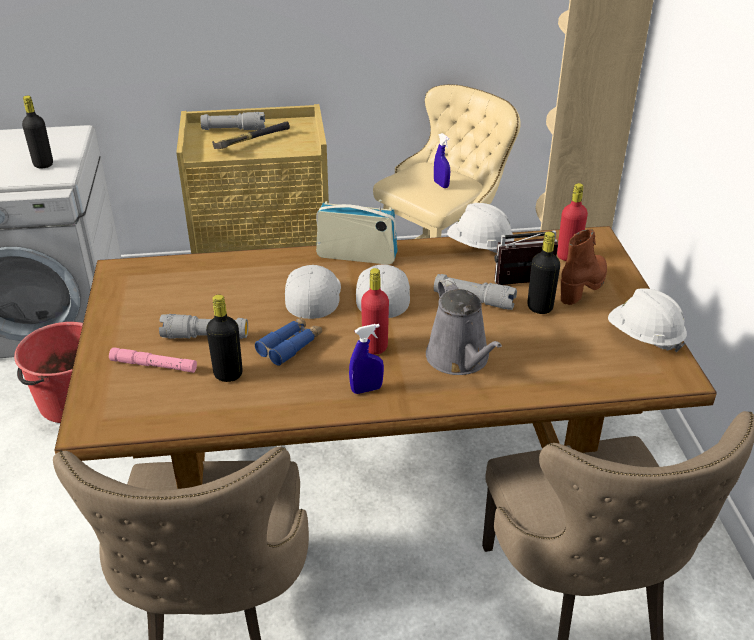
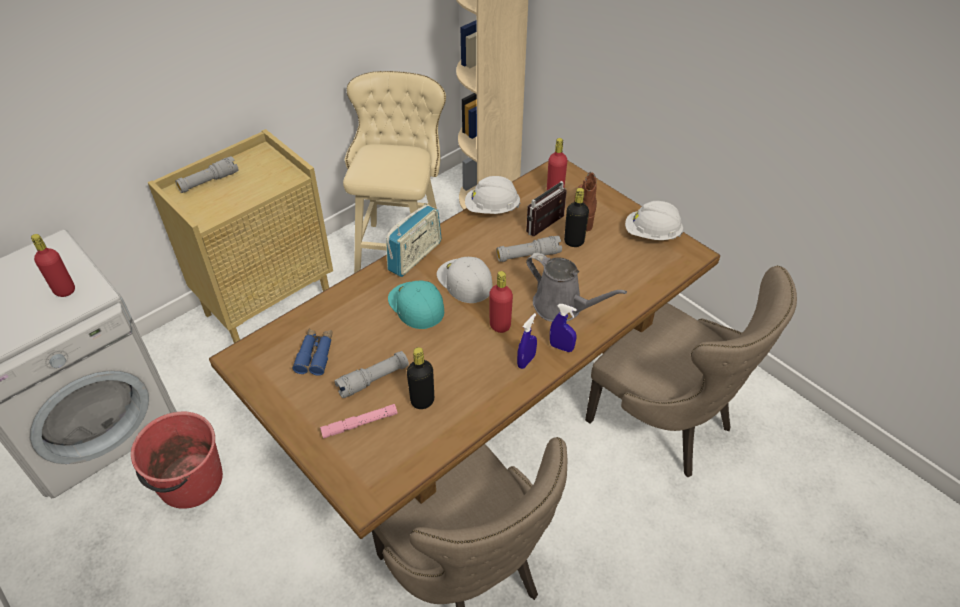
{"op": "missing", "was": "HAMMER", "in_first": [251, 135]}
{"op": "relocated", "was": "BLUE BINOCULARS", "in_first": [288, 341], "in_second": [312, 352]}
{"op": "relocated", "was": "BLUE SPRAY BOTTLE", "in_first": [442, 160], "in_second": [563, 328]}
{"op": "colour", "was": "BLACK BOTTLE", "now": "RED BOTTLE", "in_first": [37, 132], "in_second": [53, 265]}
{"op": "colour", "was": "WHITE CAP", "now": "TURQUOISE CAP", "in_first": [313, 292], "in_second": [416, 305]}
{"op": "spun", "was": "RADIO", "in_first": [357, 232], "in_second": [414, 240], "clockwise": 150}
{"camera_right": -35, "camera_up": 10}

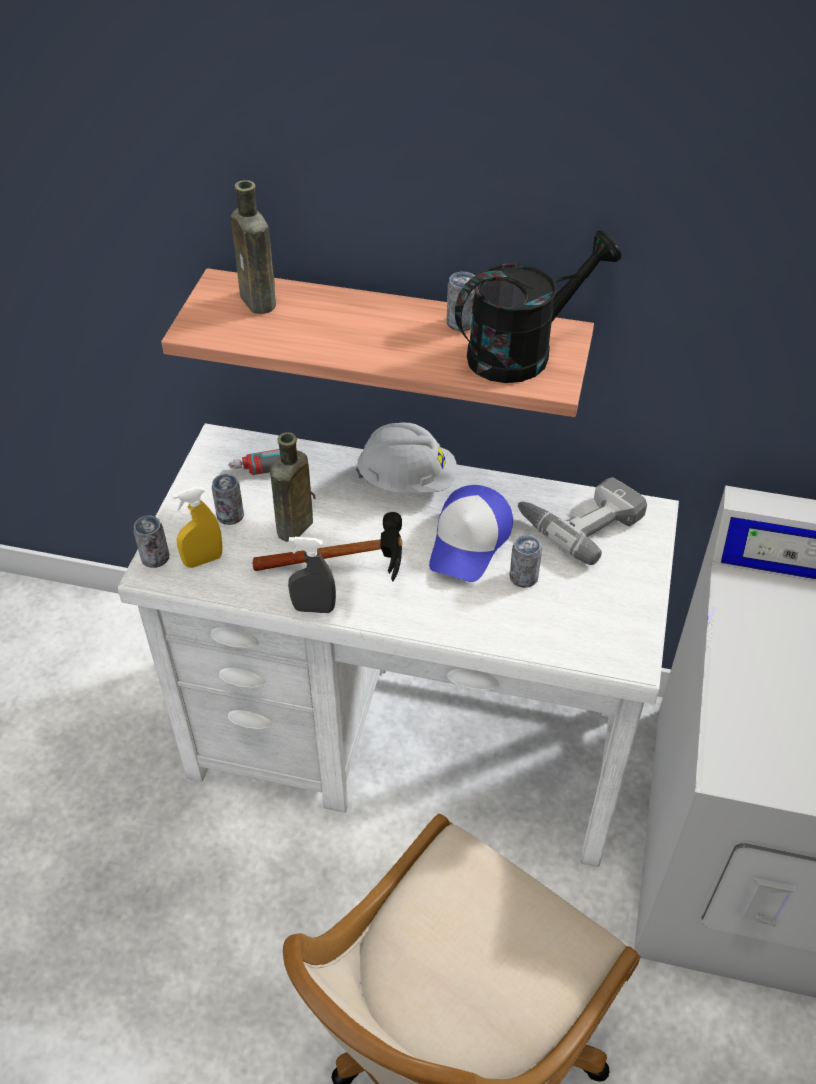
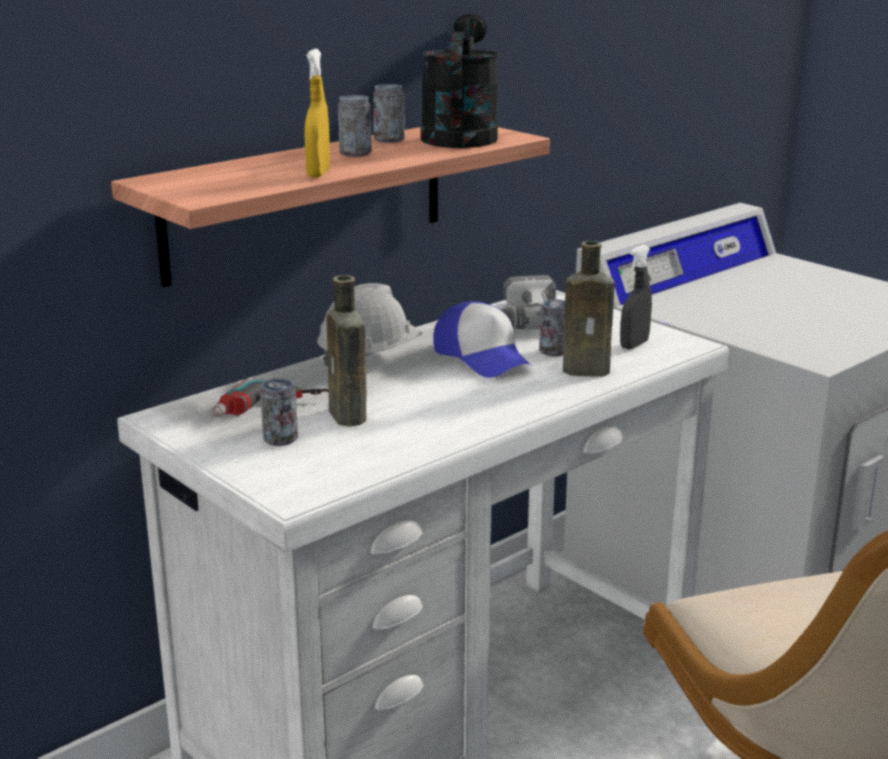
{"op": "missing", "was": "HAMMER", "in_first": [327, 547]}
{"op": "relocated", "was": "CAN", "in_first": [151, 542], "in_second": [355, 126]}
{"op": "relocated", "was": "YELLOW SPRAY BOTTLE", "in_first": [197, 527], "in_second": [317, 113]}
{"op": "relocated", "was": "BROWN BOTTLE", "in_first": [253, 247], "in_second": [589, 309]}
{"op": "relocated", "was": "GREY SPRAY BOTTLE", "in_first": [312, 575], "in_second": [636, 297]}
{"camera_right": -55, "camera_up": -25}

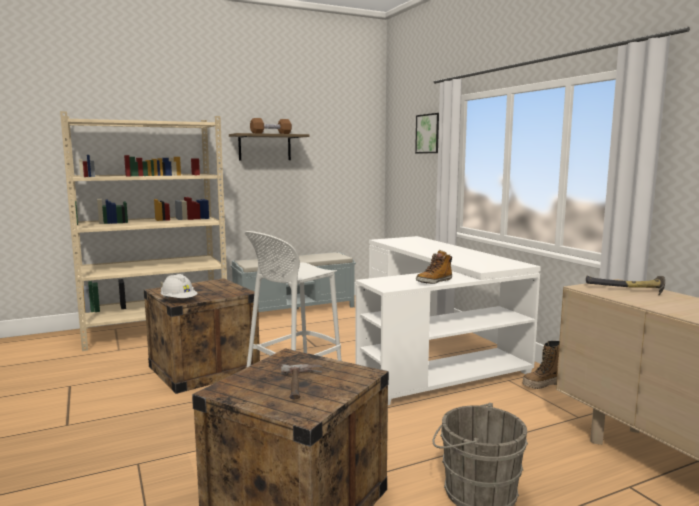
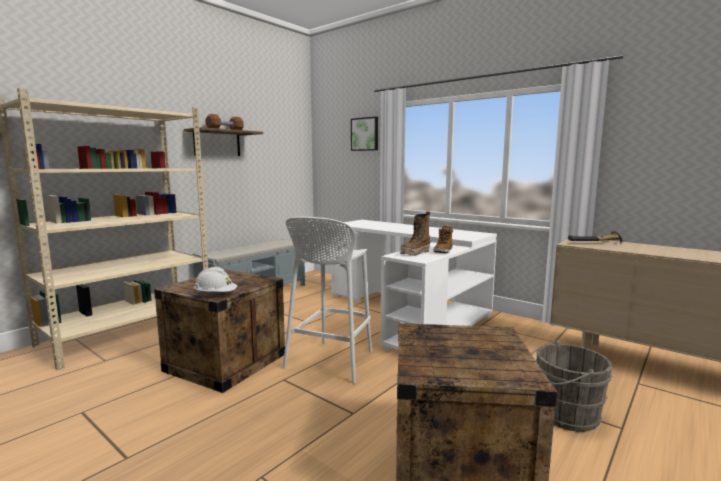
{"op": "missing", "was": "HAMMER", "in_first": [301, 381]}
{"op": "relocated", "was": "BOOT", "in_first": [541, 365], "in_second": [415, 233]}
{"camera_right": -25, "camera_up": 0}

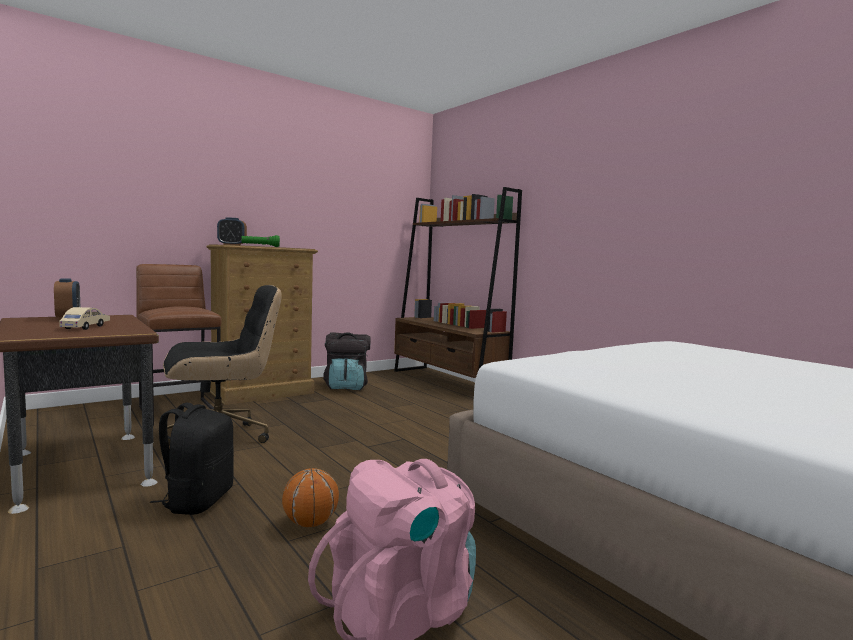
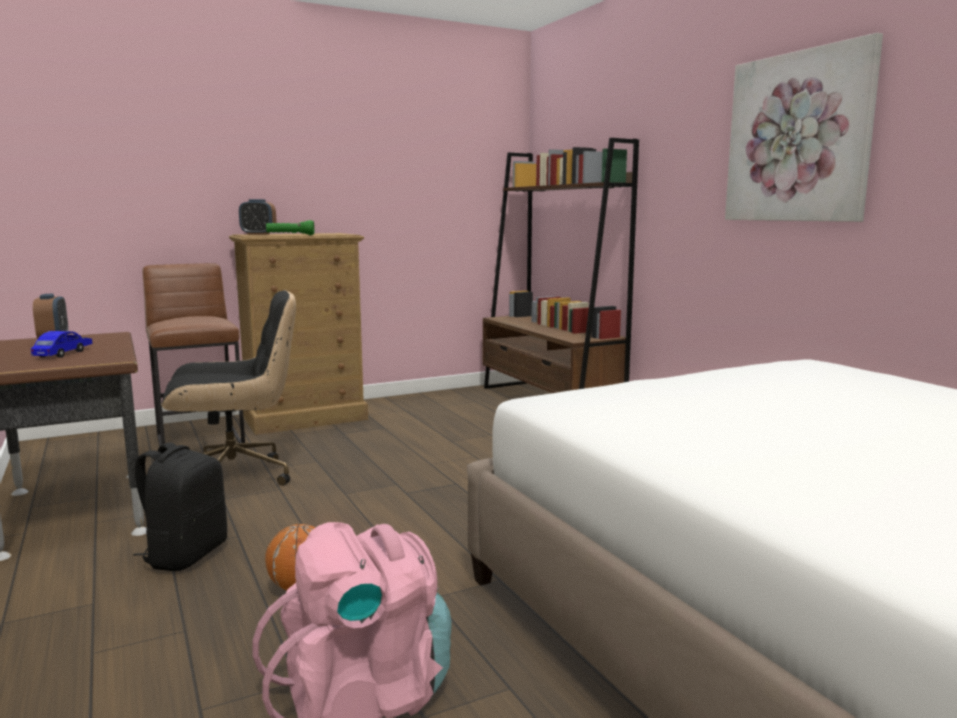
{"op": "missing", "was": "BLACK BACKPACK", "in_first": [347, 361]}
{"op": "appeared", "now": "PICTURE", "in_second": [804, 127]}
{"op": "colour", "was": "BEIGE TOY CAR", "now": "BLUE TOY CAR", "in_first": [84, 318], "in_second": [62, 344]}
{"camera_right": 10, "camera_up": 5}

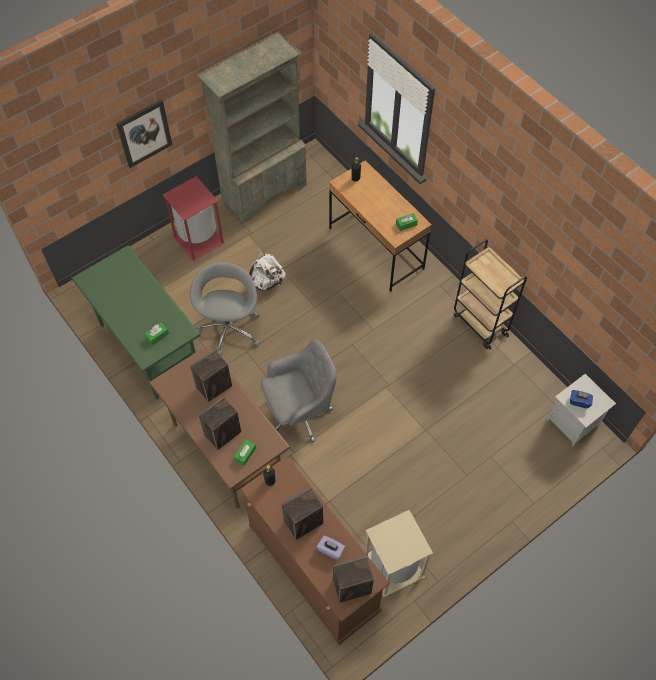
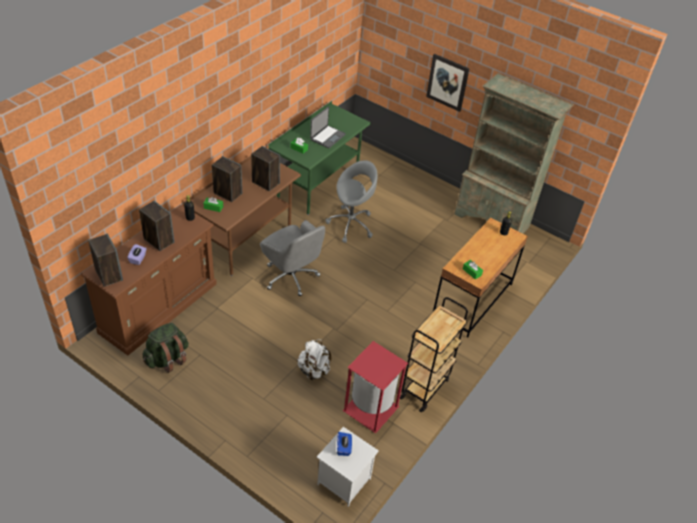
{"op": "appeared", "now": "LAPTOP", "in_second": [328, 128]}
{"op": "relocated", "was": "RED TRASH CAN", "in_first": [194, 218], "in_second": [375, 387]}
{"op": "relocated", "was": "WHITE BACKPACK", "in_first": [267, 271], "in_second": [314, 359]}
{"op": "exchanged", "was": "BEIGE TRASH CAN", "now": "GREEN BACKPACK", "in_first": [399, 553], "in_second": [166, 348]}
{"camera_right": 70, "camera_up": -15}

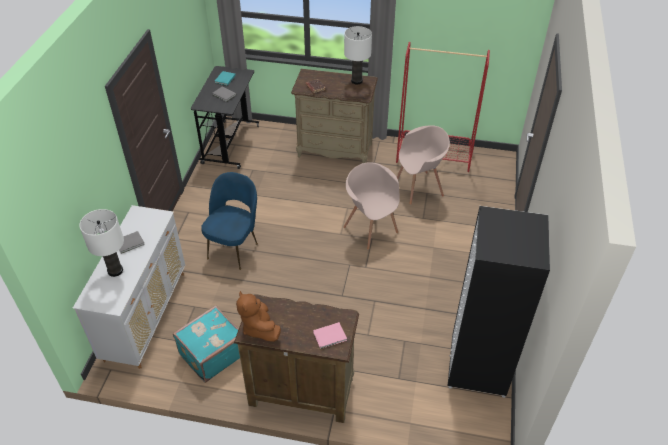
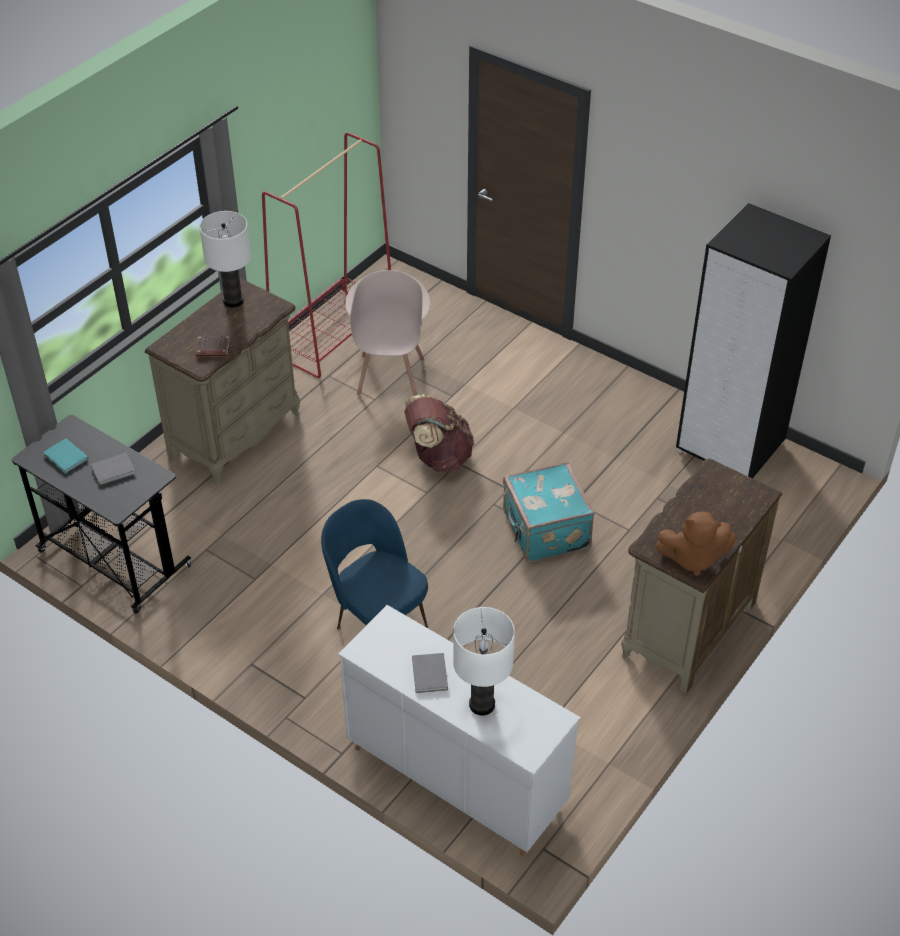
{"op": "missing", "was": "PINK BOOK", "in_first": [330, 335]}
{"op": "relocated", "was": "TURQUOISE SUITCASE", "in_first": [206, 344], "in_second": [548, 512]}
{"op": "exchanged", "was": "BEIGE CHAIR", "now": "BROWN BACKPACK", "in_first": [371, 206], "in_second": [439, 433]}
{"camera_right": -65, "camera_up": 0}

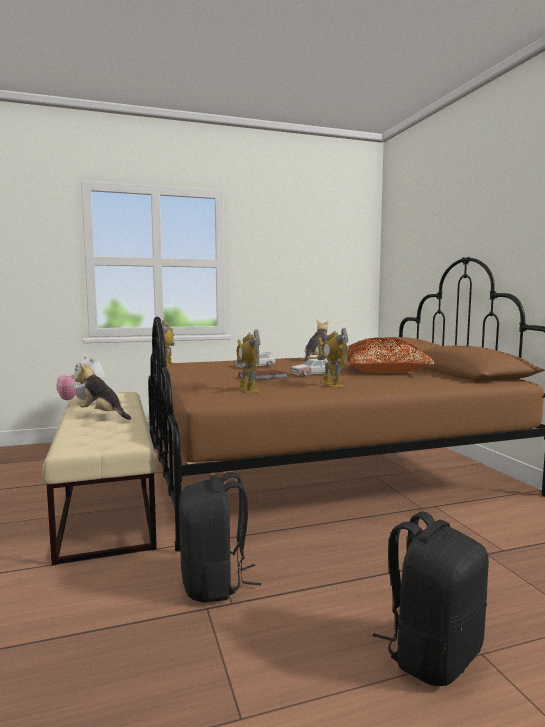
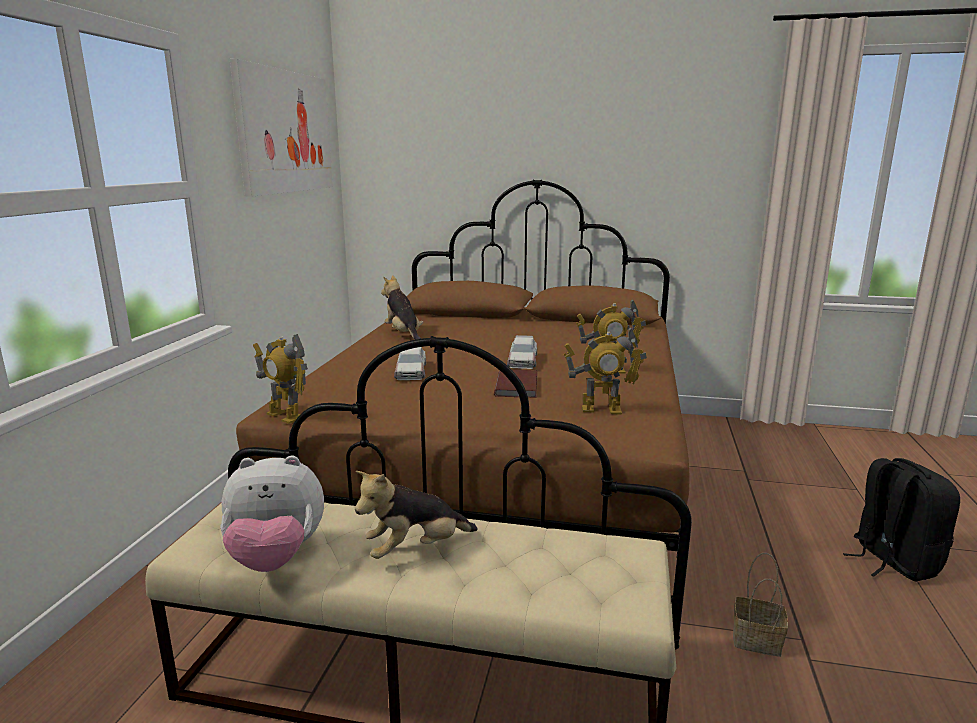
{"op": "missing", "was": "ORANGE PILLOW", "in_first": [391, 355]}
{"op": "appeared", "now": "PICTURE", "in_second": [281, 128]}
{"op": "exchanged", "was": "BLACK BACKPACK", "now": "BASKET", "in_first": [220, 537], "in_second": [760, 605]}
{"camera_right": -60, "camera_up": 10}

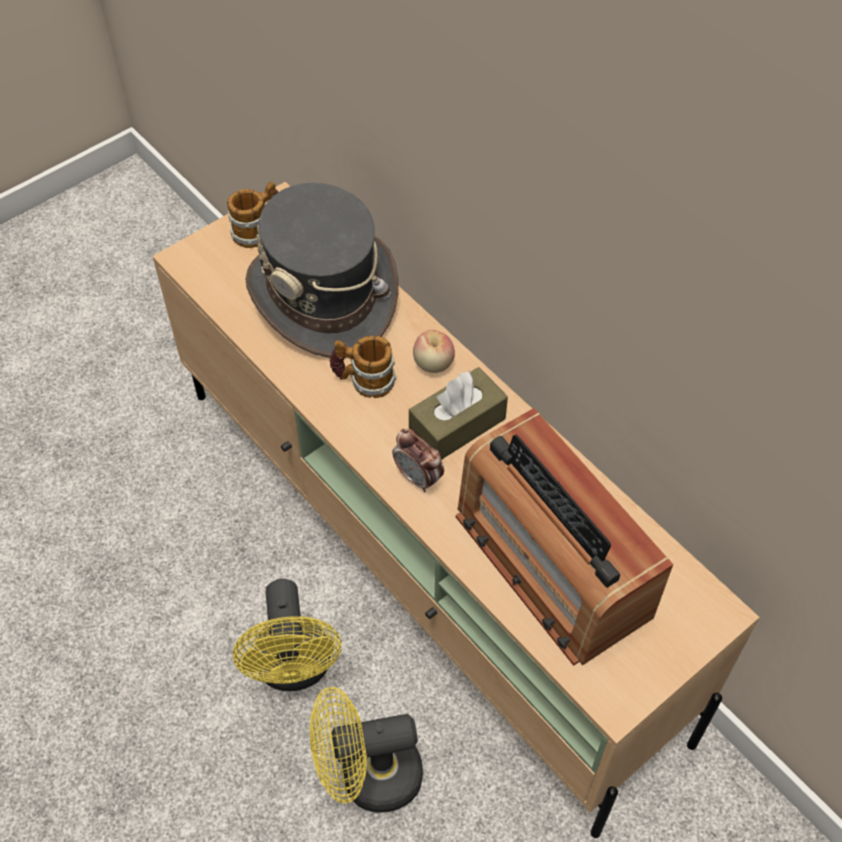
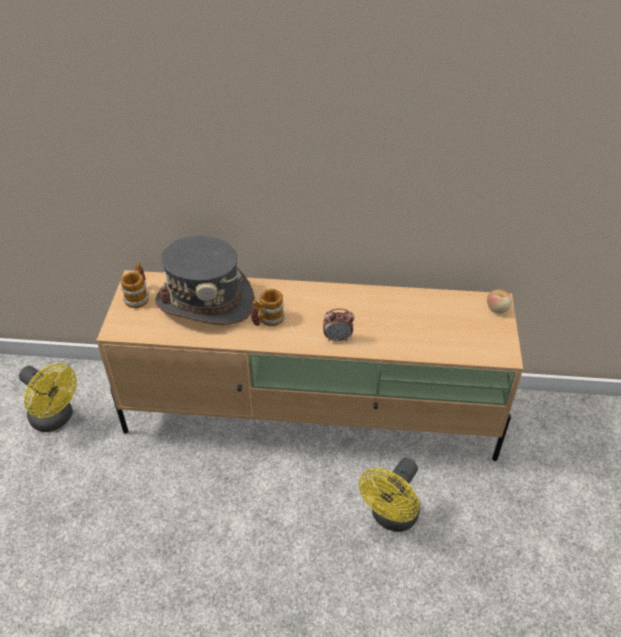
{"op": "missing", "was": "BROWN TISSUE BOX", "in_first": [458, 413]}
{"op": "missing", "was": "RADIO", "in_first": [564, 537]}
{"op": "relocated", "was": "YELLOW FAN", "in_first": [287, 635], "in_second": [48, 397]}
{"op": "relocated", "was": "APPLE", "in_first": [434, 351], "in_second": [499, 301]}
{"camera_right": -45, "camera_up": -10}

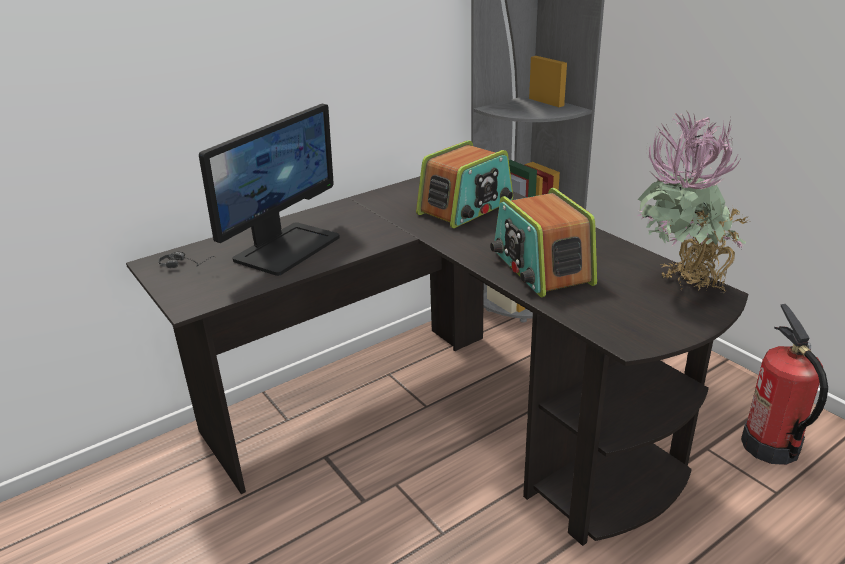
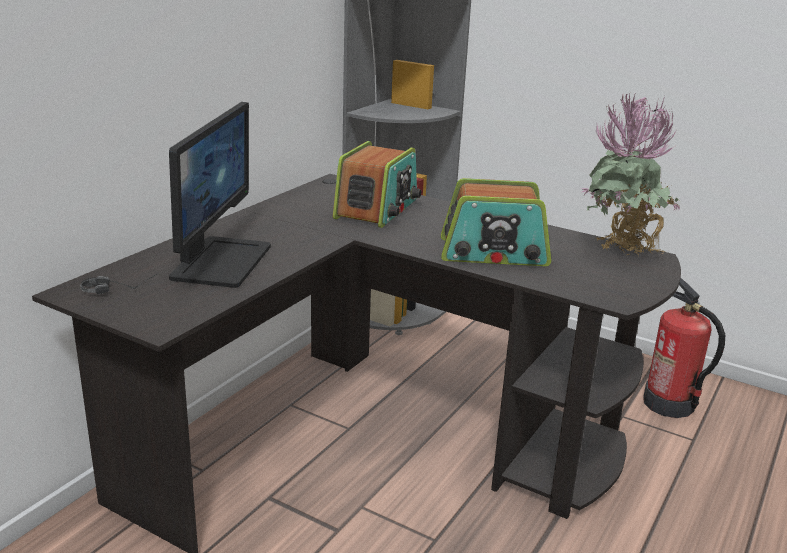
{"op": "spun", "was": "RADIO", "in_first": [543, 242], "in_second": [496, 222], "clockwise": -45}
{"camera_right": -25, "camera_up": -5}

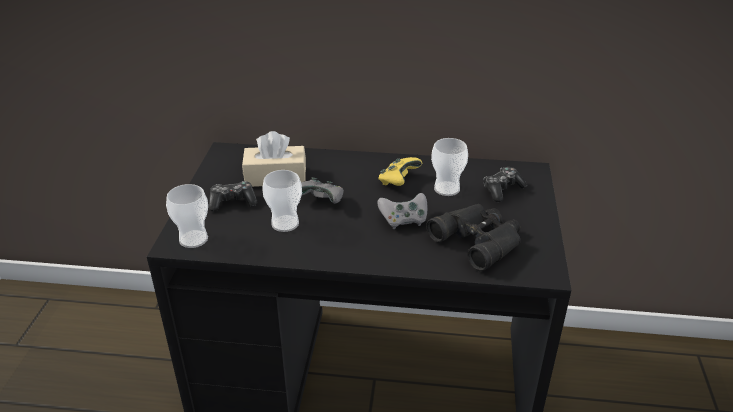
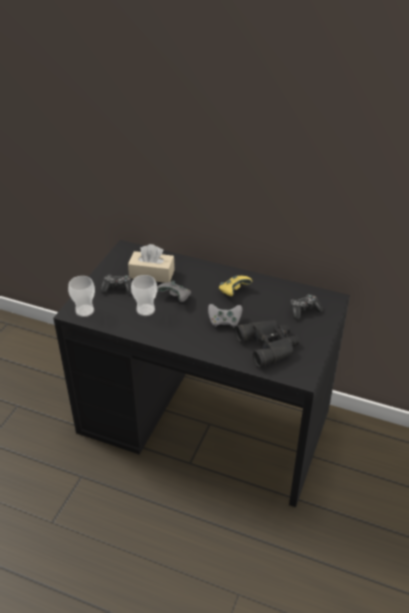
{"op": "missing", "was": "CUP", "in_first": [449, 167]}
{"camera_right": 15, "camera_up": 5}

